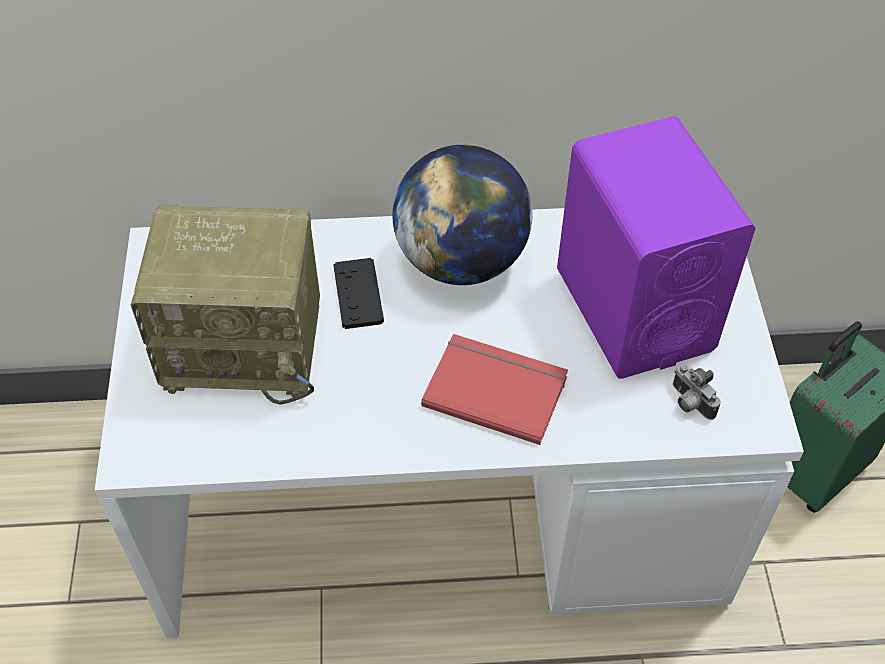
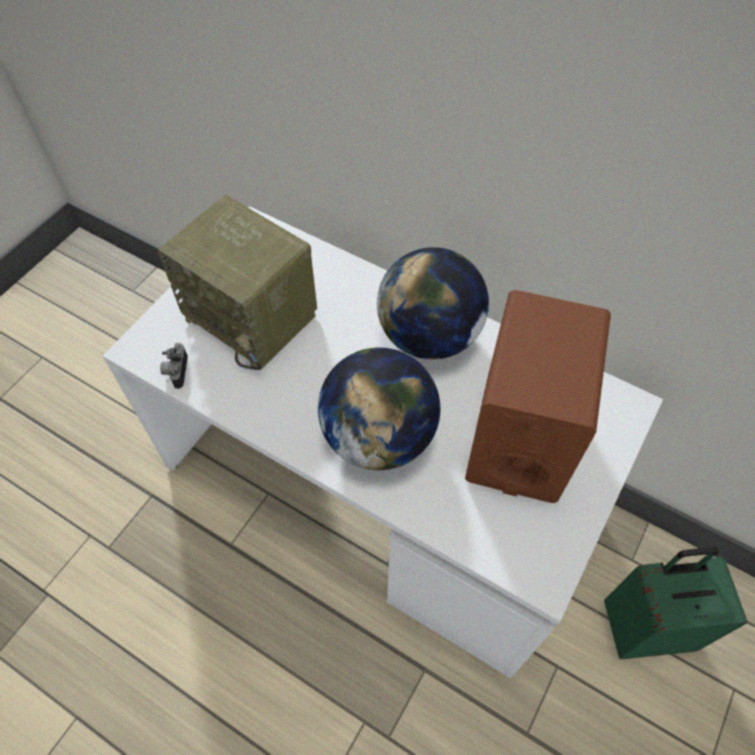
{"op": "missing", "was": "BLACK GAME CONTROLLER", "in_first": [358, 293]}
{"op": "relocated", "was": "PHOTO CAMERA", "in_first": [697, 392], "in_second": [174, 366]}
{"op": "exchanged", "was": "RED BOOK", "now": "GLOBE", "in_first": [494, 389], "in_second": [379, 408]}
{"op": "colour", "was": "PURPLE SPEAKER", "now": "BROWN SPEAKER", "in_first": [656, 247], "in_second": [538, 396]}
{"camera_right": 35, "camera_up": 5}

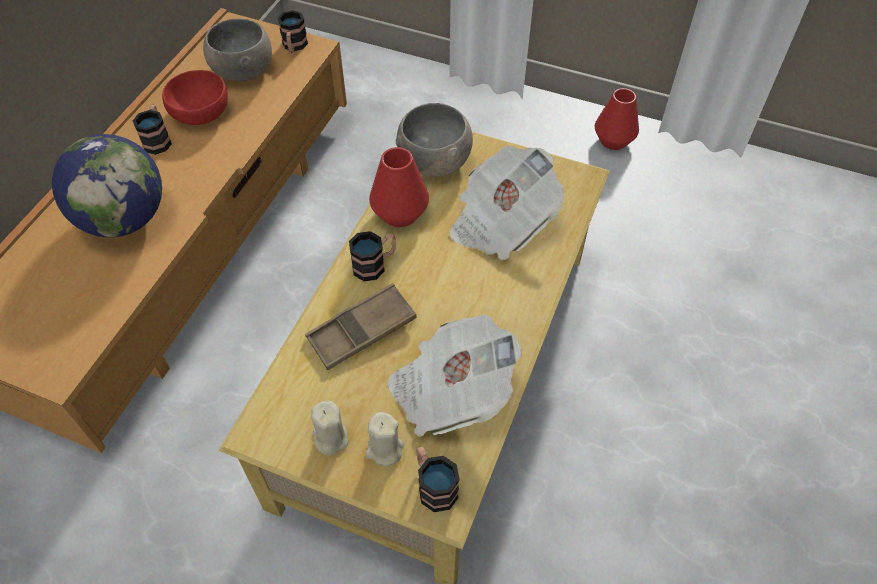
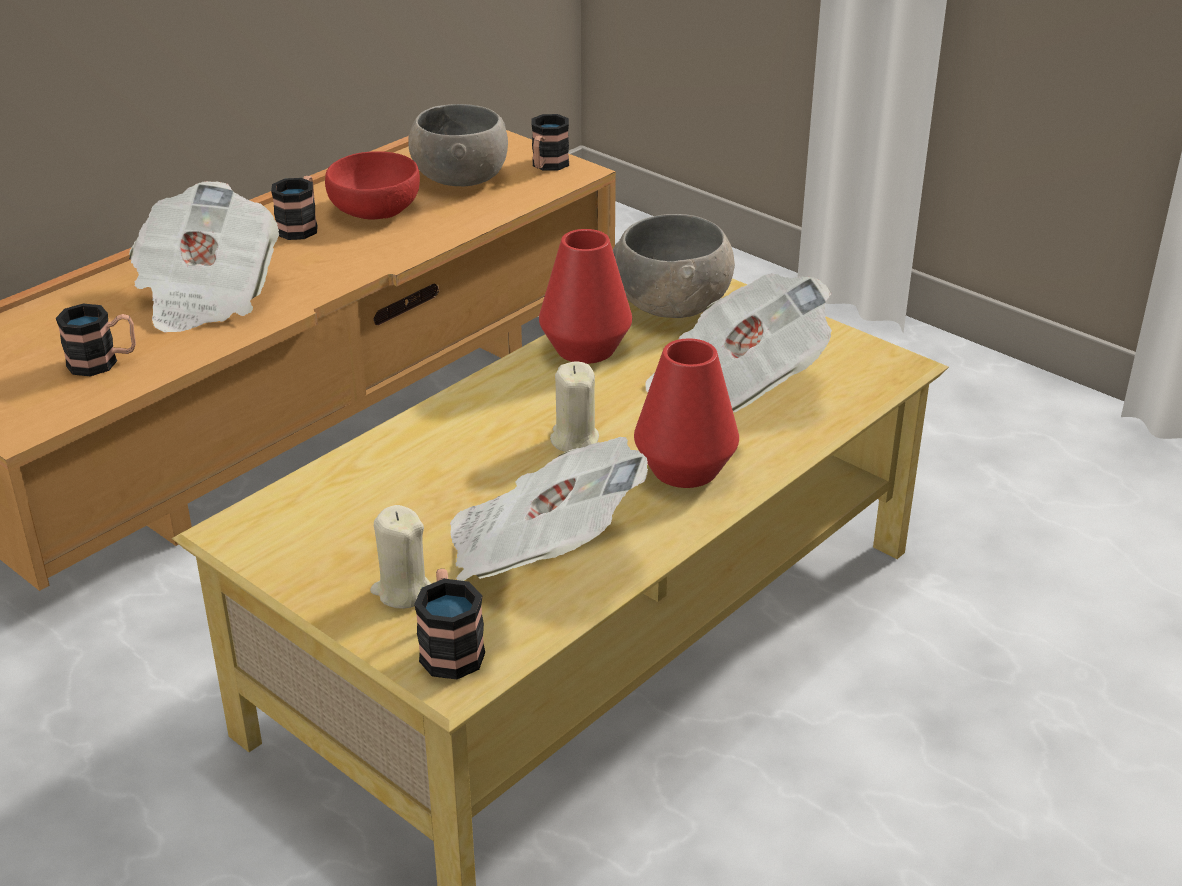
{"op": "missing", "was": "BROWN TRAY", "in_first": [361, 326]}
{"op": "relocated", "was": "BEIGE CANDLE", "in_first": [329, 428], "in_second": [574, 407]}
{"op": "relocated", "was": "MUG", "in_first": [372, 256], "in_second": [96, 340]}
{"op": "relocated", "was": "RED VASE", "in_first": [617, 119], "in_second": [686, 413]}
{"op": "exchanged", "was": "GLOBE", "now": "NEWSPAPER", "in_first": [107, 185], "in_second": [204, 256]}
{"camera_right": 20, "camera_up": -20}

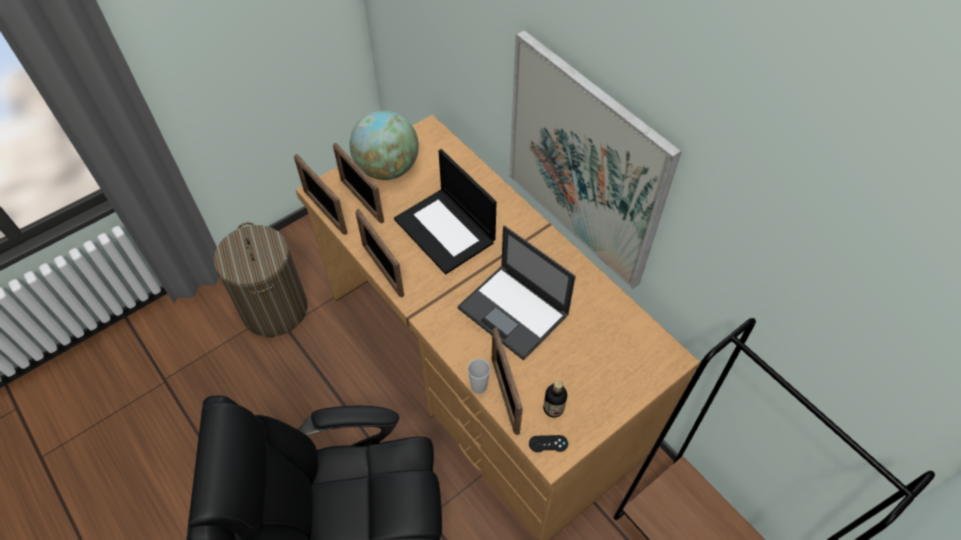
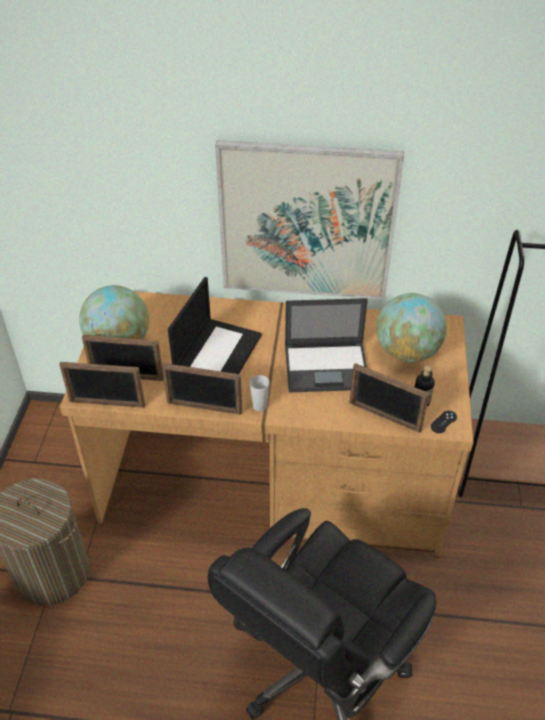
{"op": "appeared", "now": "GLOBE", "in_second": [412, 327]}
{"op": "relocated", "was": "CUP", "in_first": [479, 376], "in_second": [259, 393]}
{"op": "spun", "was": "LAPTOP", "in_first": [445, 211], "in_second": [215, 325], "clockwise": -75}
{"camera_right": -45, "camera_up": -10}

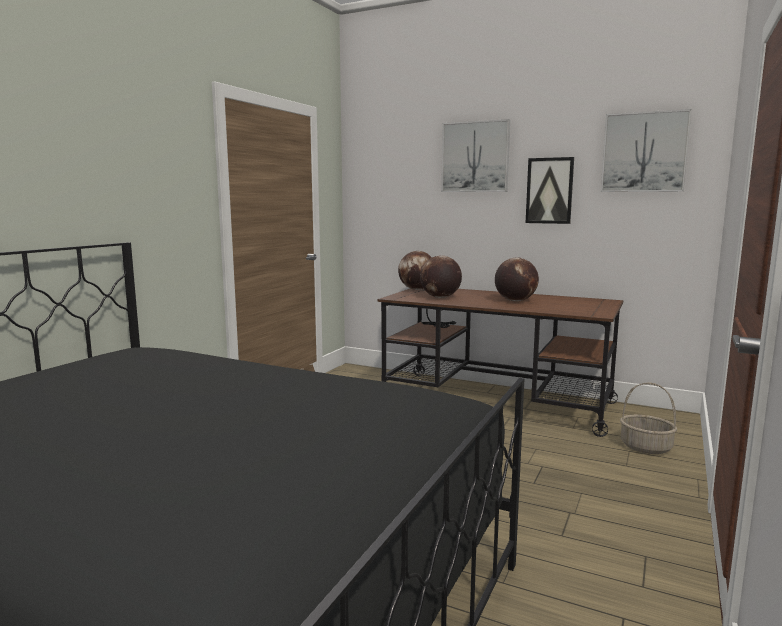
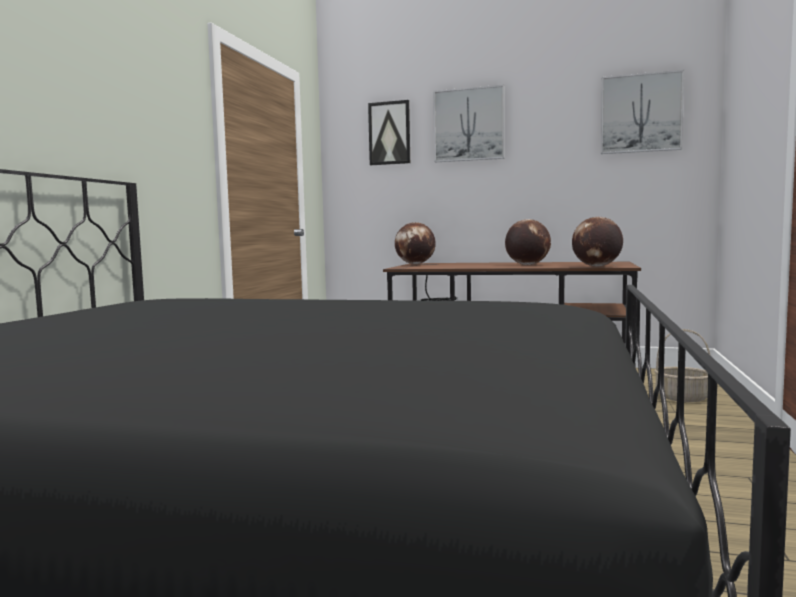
{"op": "relocated", "was": "GLOBE", "in_first": [441, 277], "in_second": [597, 242]}
{"op": "relocated", "was": "PICTURE", "in_first": [550, 190], "in_second": [389, 132]}
{"camera_right": -10, "camera_up": -5}

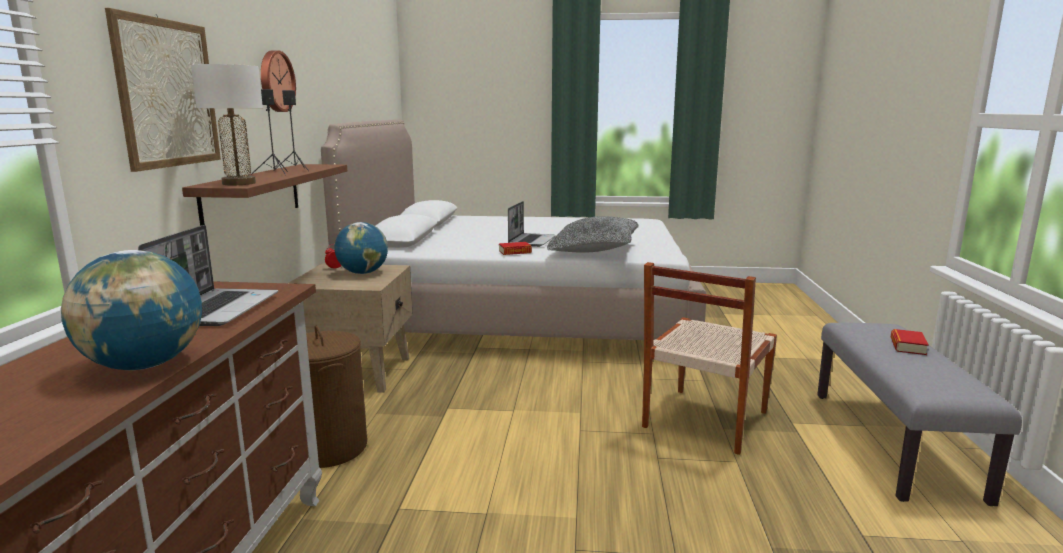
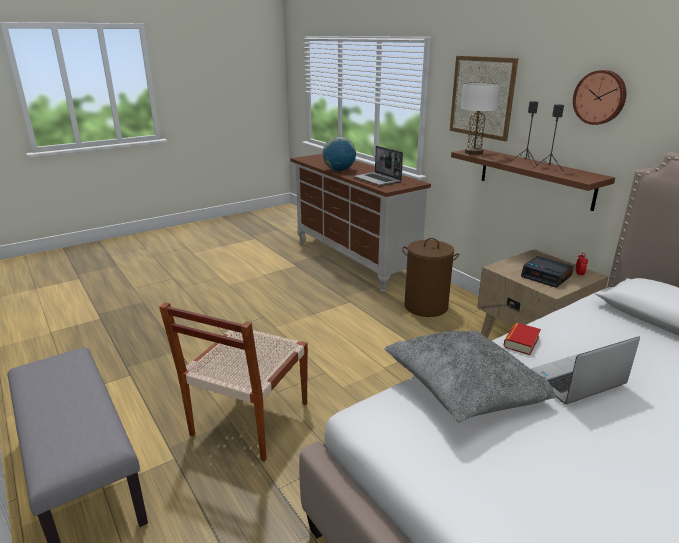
{"op": "missing", "was": "BOOK", "in_first": [910, 342]}
{"op": "exchanged", "was": "GLOBE", "now": "ALARM CLOCK", "in_first": [361, 248], "in_second": [547, 272]}
{"op": "spun", "was": "LAPTOP", "in_first": [532, 224], "in_second": [585, 370], "clockwise": 90}
{"op": "spun", "was": "CHAIR", "in_first": [709, 358], "in_second": [233, 381], "clockwise": -150}
{"camera_right": 140, "camera_up": 10}

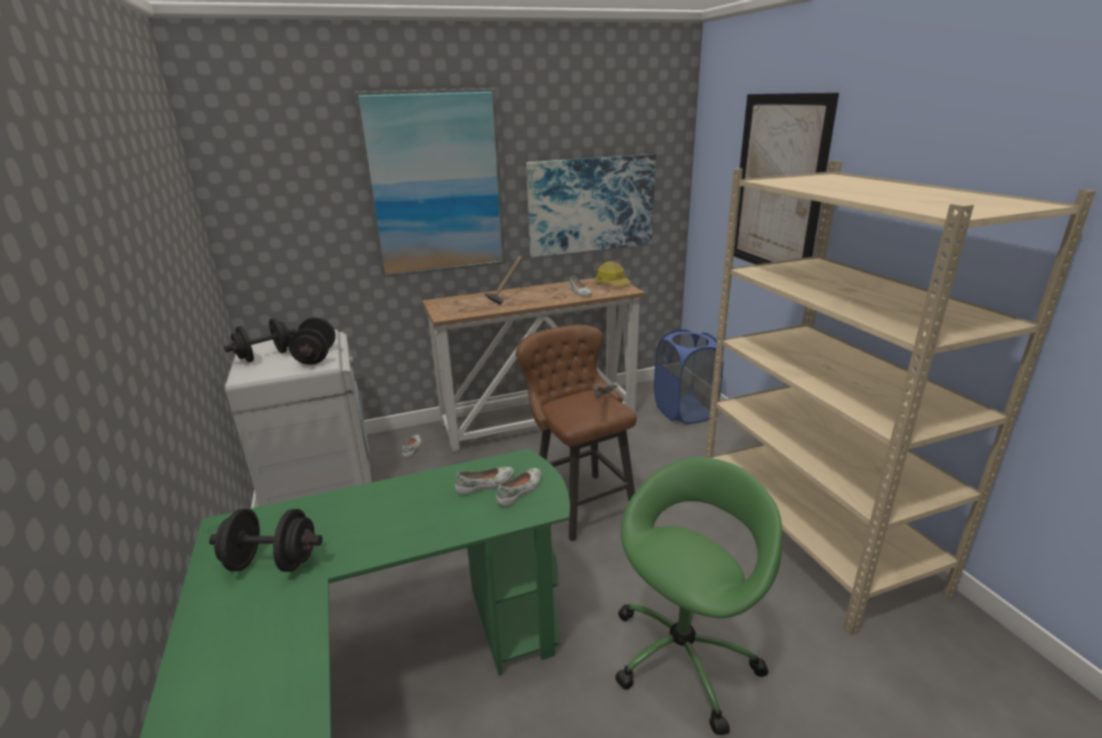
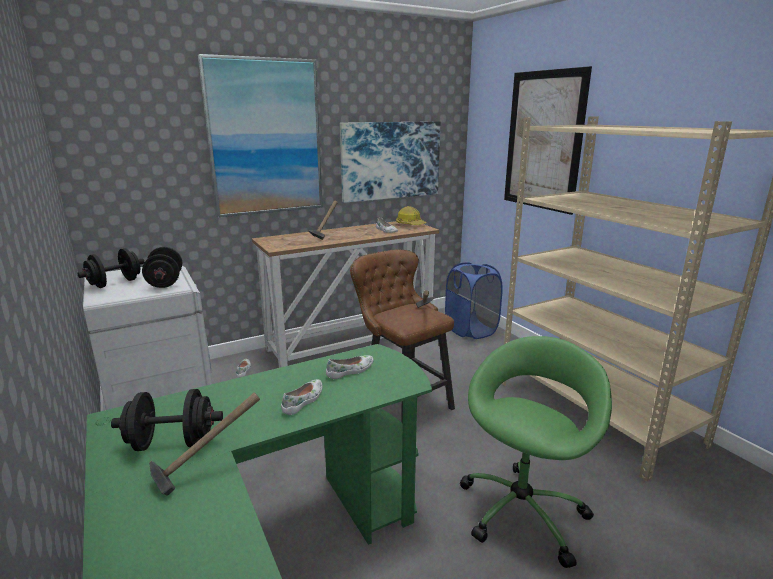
{"op": "appeared", "now": "HAMMER", "in_second": [204, 444]}
{"op": "relocated", "was": "WHITE SHOE", "in_first": [518, 487], "in_second": [301, 397]}
{"camera_right": -10, "camera_up": -5}

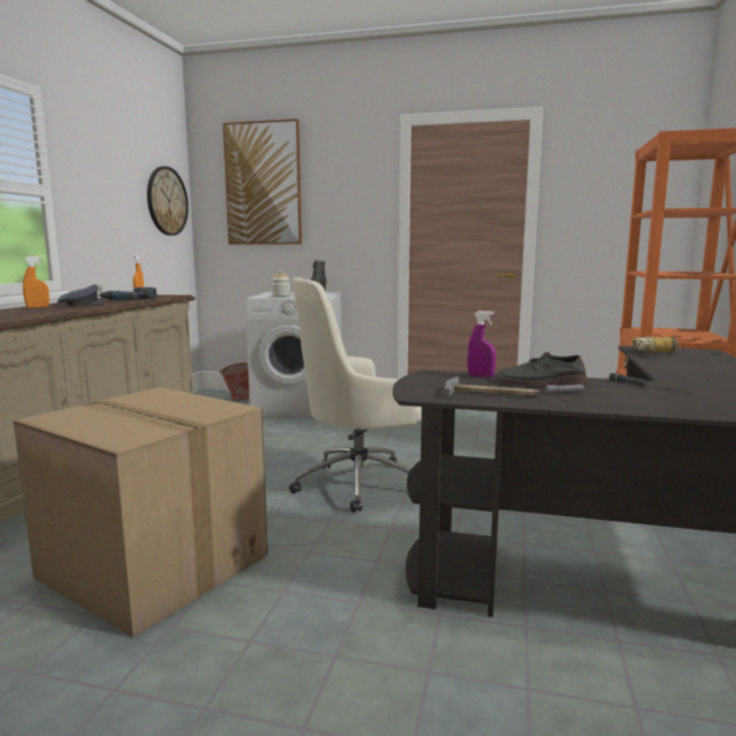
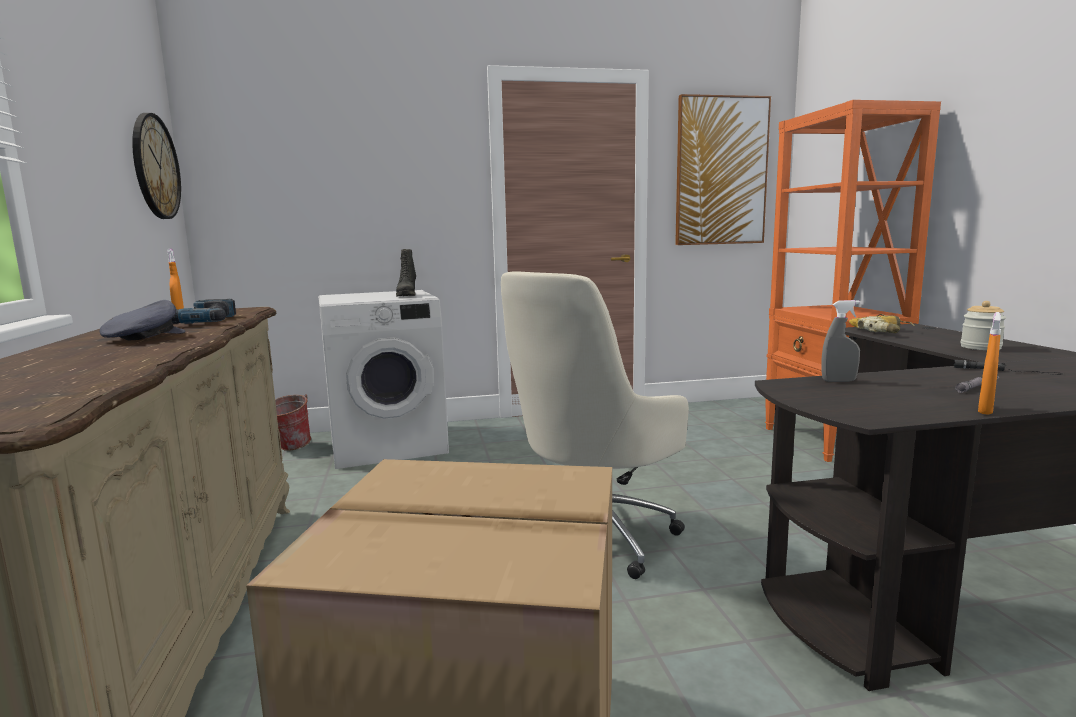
{"op": "missing", "was": "HAMMER", "in_first": [491, 386]}
{"op": "missing", "was": "GREY SHOE", "in_first": [541, 369]}
{"op": "relocated", "was": "ORANGE SPRAY BOTTLE", "in_first": [36, 282], "in_second": [989, 363]}
{"op": "relocated", "was": "PICTURE", "in_first": [262, 181], "in_second": [723, 169]}
{"op": "relocated", "was": "JAR", "in_first": [281, 284], "in_second": [983, 325]}
{"op": "colour", "was": "PURPLE SPRAY BOTTLE", "now": "GREY SPRAY BOTTLE", "in_first": [481, 344], "in_second": [840, 341]}
{"camera_right": -25, "camera_up": 0}

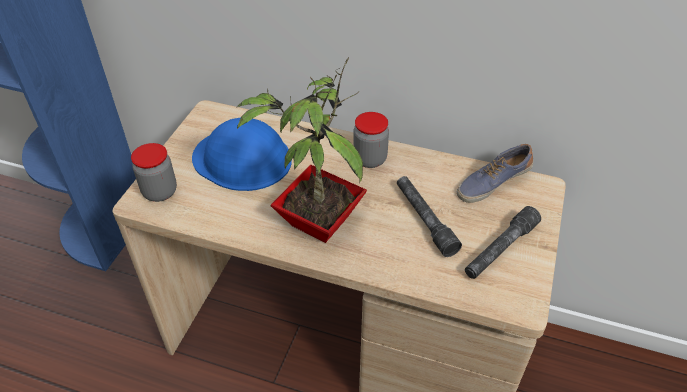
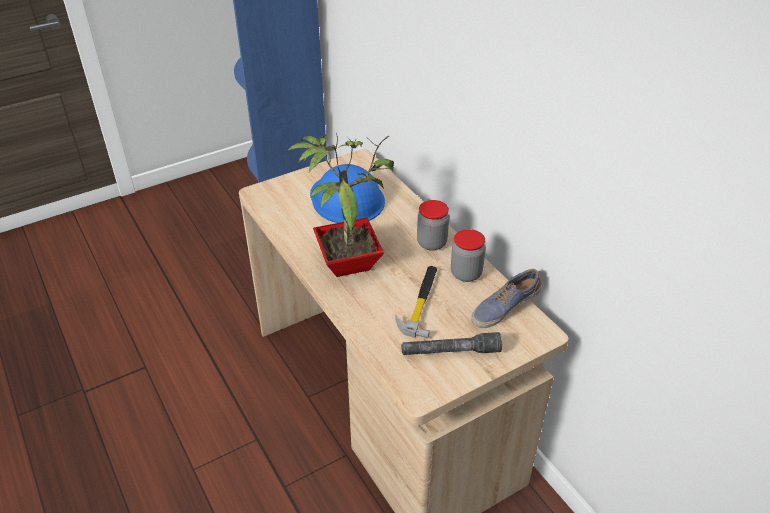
{"op": "relocated", "was": "JAR", "in_first": [154, 172], "in_second": [468, 255]}
{"op": "exchanged", "was": "GREY FLASHLIGHT", "now": "HAMMER", "in_first": [429, 216], "in_second": [416, 302]}
{"op": "spun", "was": "SHOE", "in_first": [495, 173], "in_second": [506, 298], "clockwise": -45}
{"camera_right": 40, "camera_up": -5}

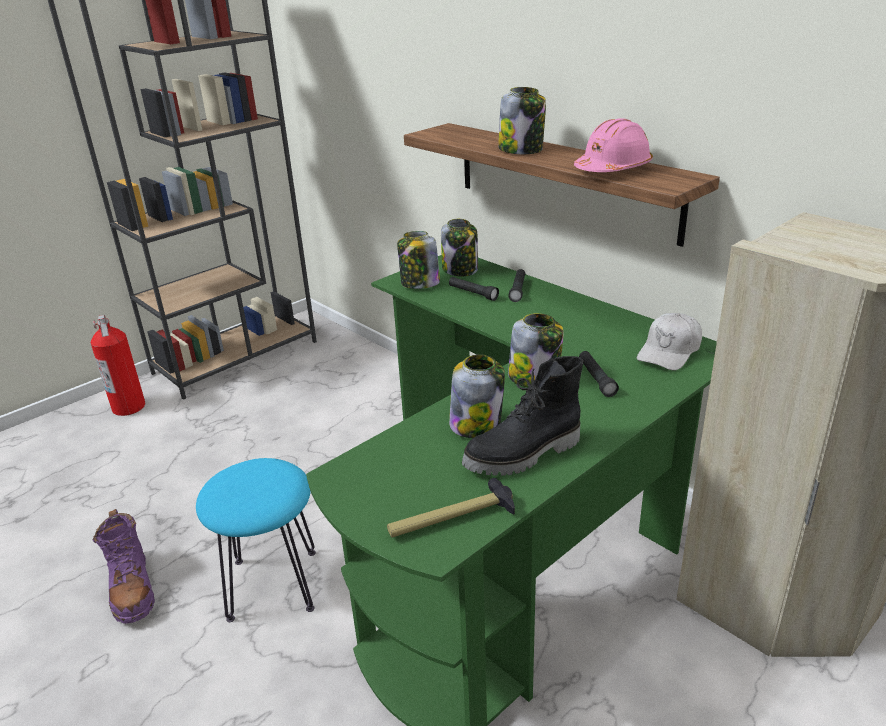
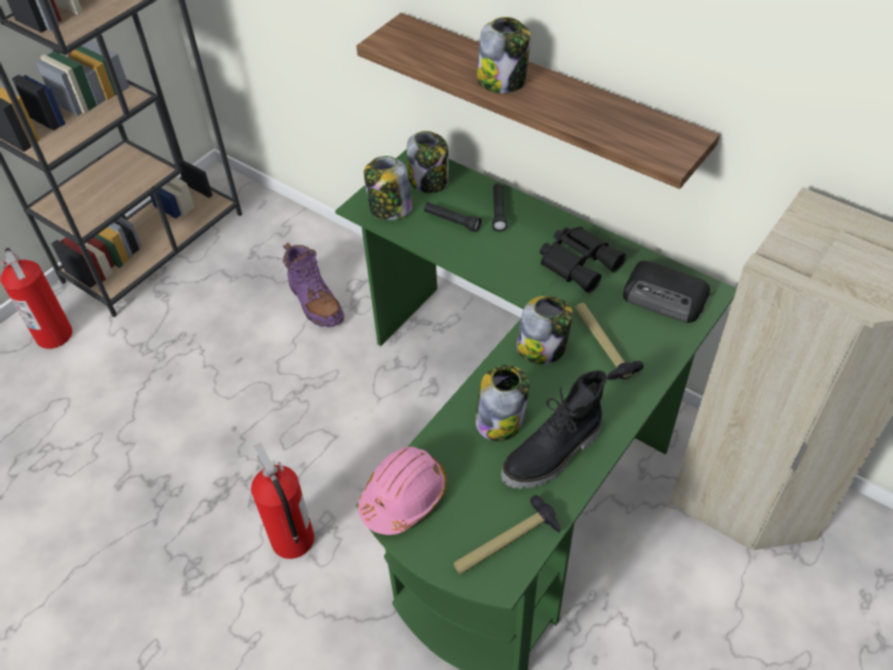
{"op": "appeared", "now": "BLACK BINOCULARS", "in_second": [583, 260]}
{"op": "relocated", "was": "PURPLE BOOT", "in_first": [123, 566], "in_second": [313, 284]}
{"op": "relocated", "was": "PINK HARD HAT", "in_first": [613, 145], "in_second": [402, 491]}
{"op": "exchanged", "was": "TURQUOISE STOOL", "now": "FIRE EXTINGUISHER", "in_first": [256, 540], "in_second": [282, 501]}
{"op": "exchanged", "was": "BLACK FLASHLIGHT", "now": "HAMMER", "in_first": [599, 374], "in_second": [609, 341]}
{"op": "exchanged", "was": "WHITE CAP", "now": "RADIO", "in_first": [669, 341], "in_second": [666, 292]}
{"camera_right": -10, "camera_up": 20}

